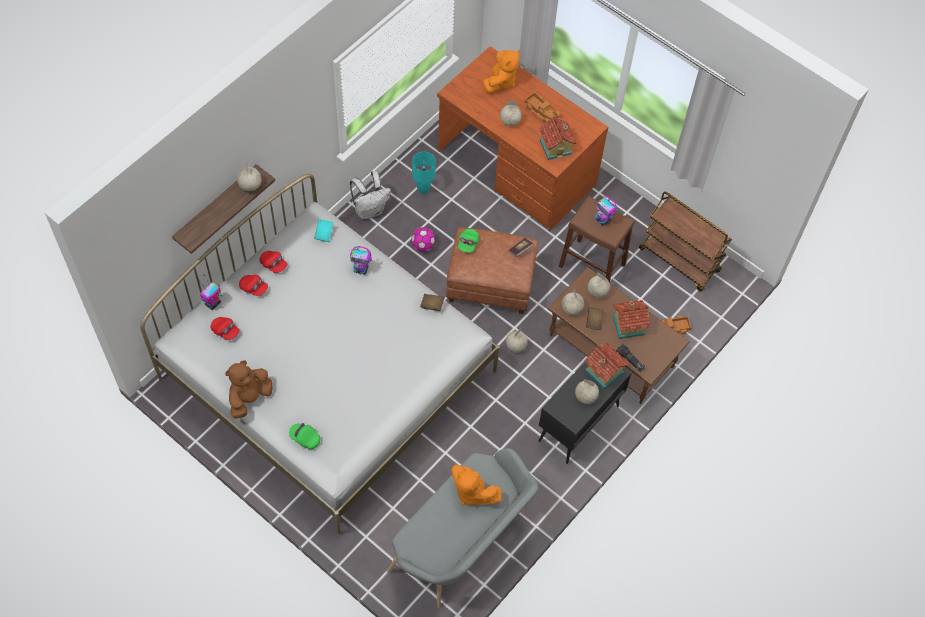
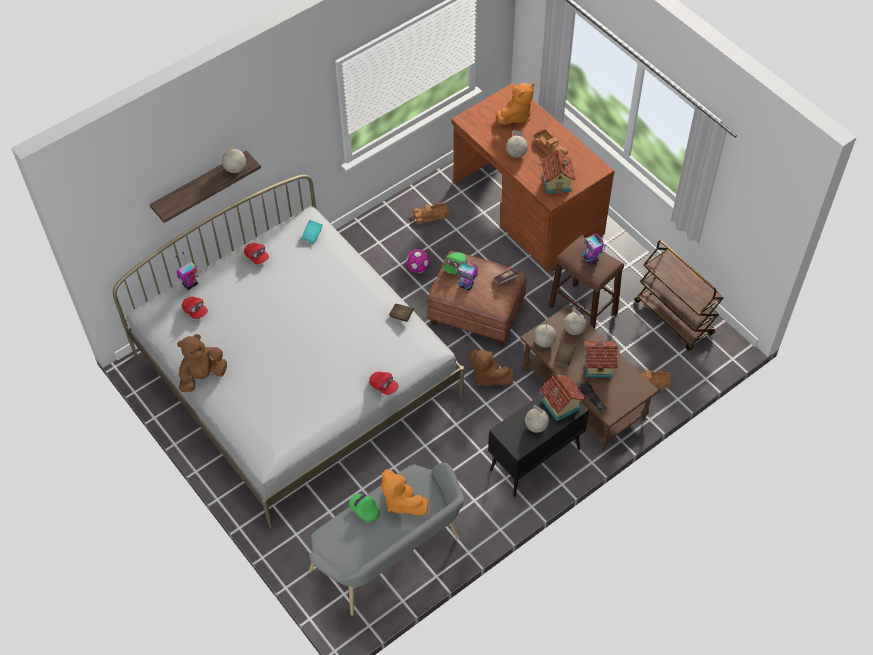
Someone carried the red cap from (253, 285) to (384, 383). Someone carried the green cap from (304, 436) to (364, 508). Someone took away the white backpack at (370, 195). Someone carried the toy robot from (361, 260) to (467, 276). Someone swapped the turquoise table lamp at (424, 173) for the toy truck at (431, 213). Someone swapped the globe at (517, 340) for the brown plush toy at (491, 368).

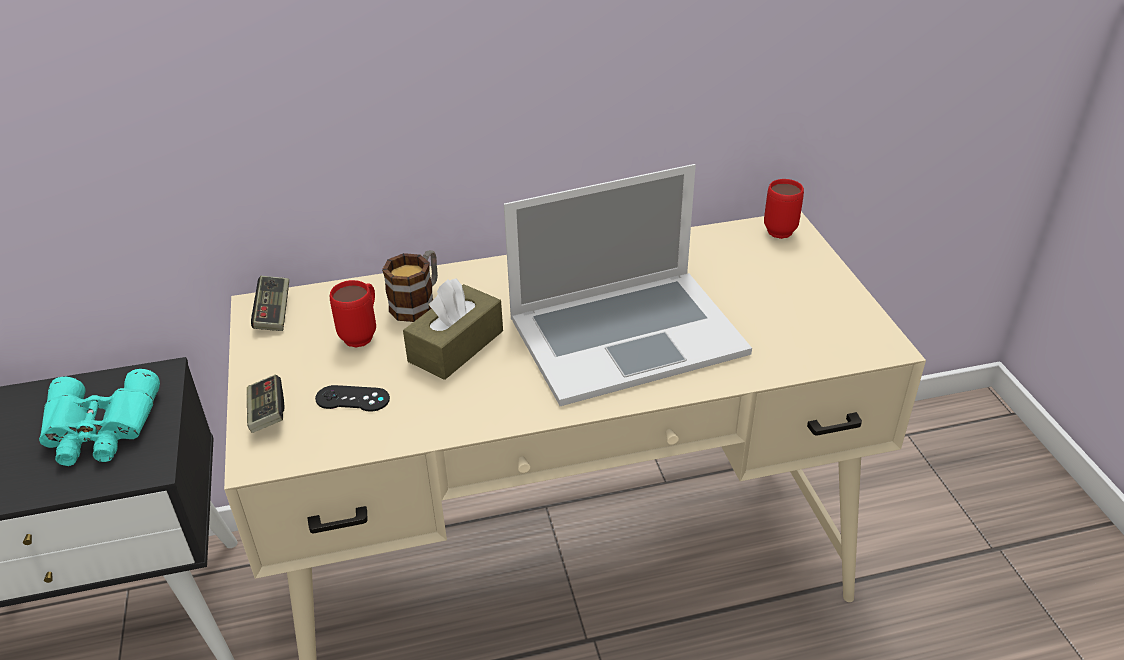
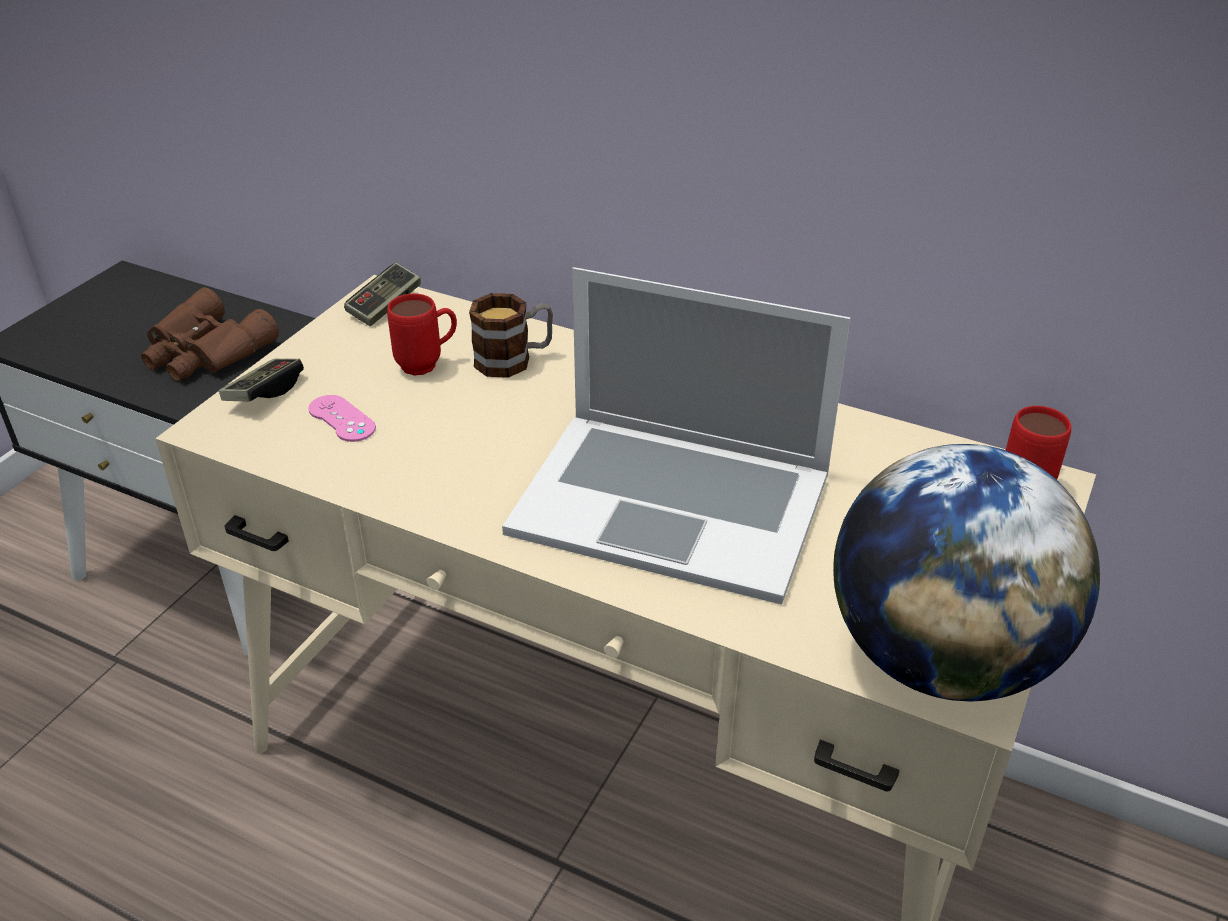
Someone repainted the turquoise binoculars at (99, 417), which became the brown binoculars at (210, 334). Someone repainted the black game controller at (352, 398), which became the pink game controller at (342, 418). Someone took away the brown tissue box at (453, 329). Someone put down the globe at (966, 572).

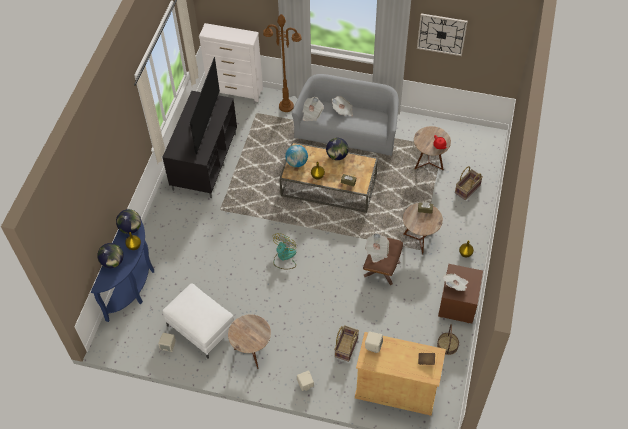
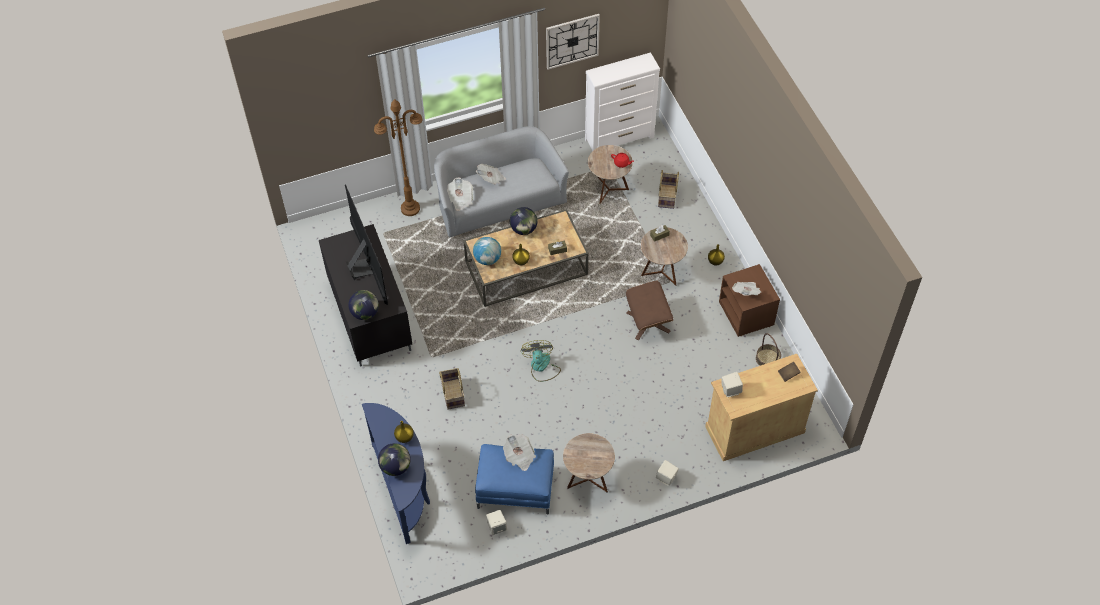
Someone carried the globe from (128, 221) to (363, 305). Someone repainted the white ottoman at (198, 321), which became the blue ottoman at (514, 479). Someone carried the white dresser from (231, 62) to (622, 101). Someone carried the basket from (346, 343) to (452, 389). Someone carried the newspaper from (377, 248) to (519, 452).

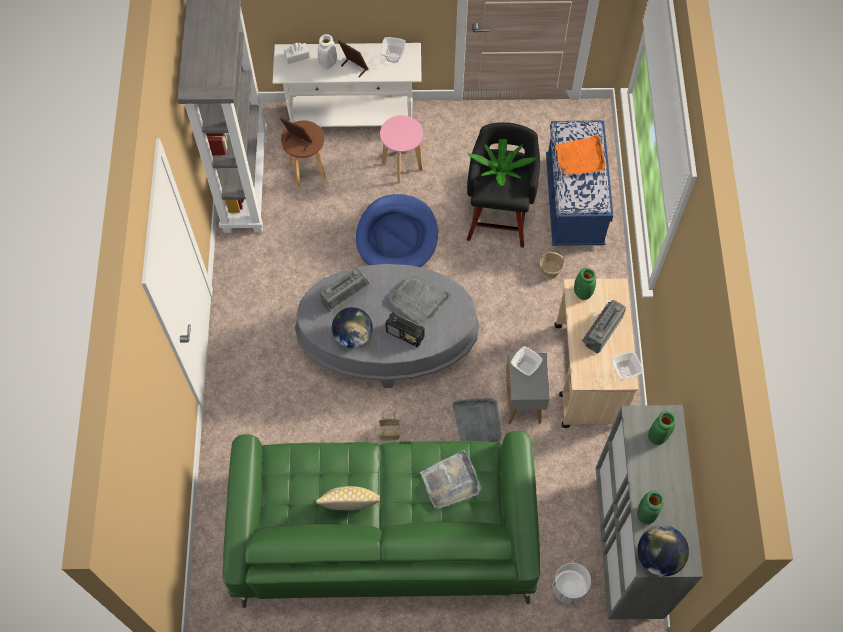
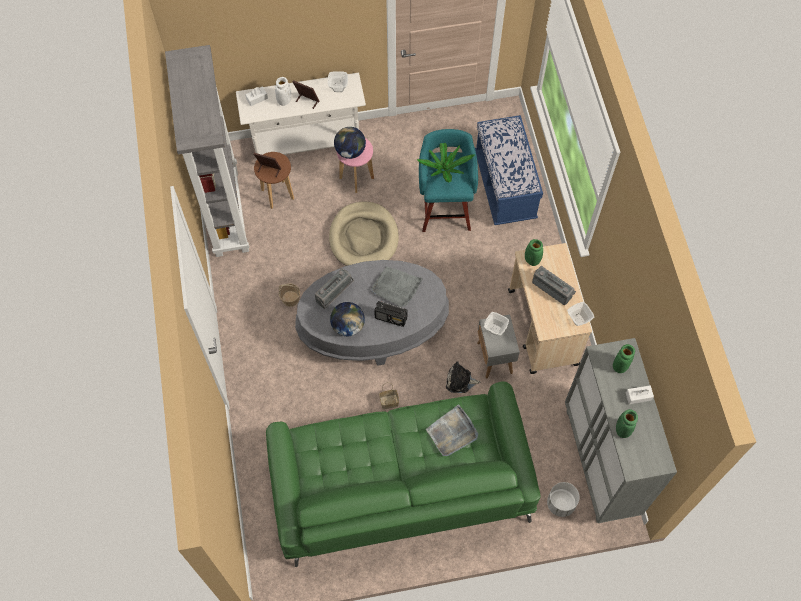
Someone took away the pillow at (348, 498). Someone repainted the blue dog bed at (397, 230), which became the beige dog bed at (364, 234). Someone swapped the grey tray at (477, 420) for the plush toy at (463, 377). Someone repainted the black stool at (503, 185), which became the turquoise stool at (448, 180). Someone carried the basket from (552, 265) to (289, 295). Someone took away the orange tray at (580, 155). Someone rotated the radio at (604, 326) by 105 degrees clockwise. Someone carried the globe from (663, 550) to (350, 143). Someone put down the white tissue box at (640, 394).

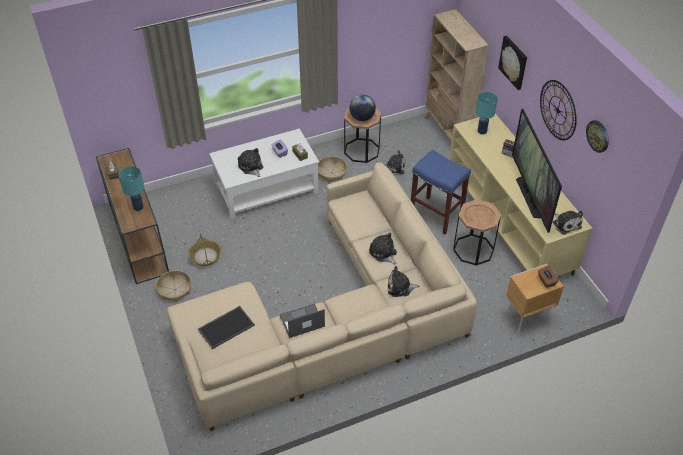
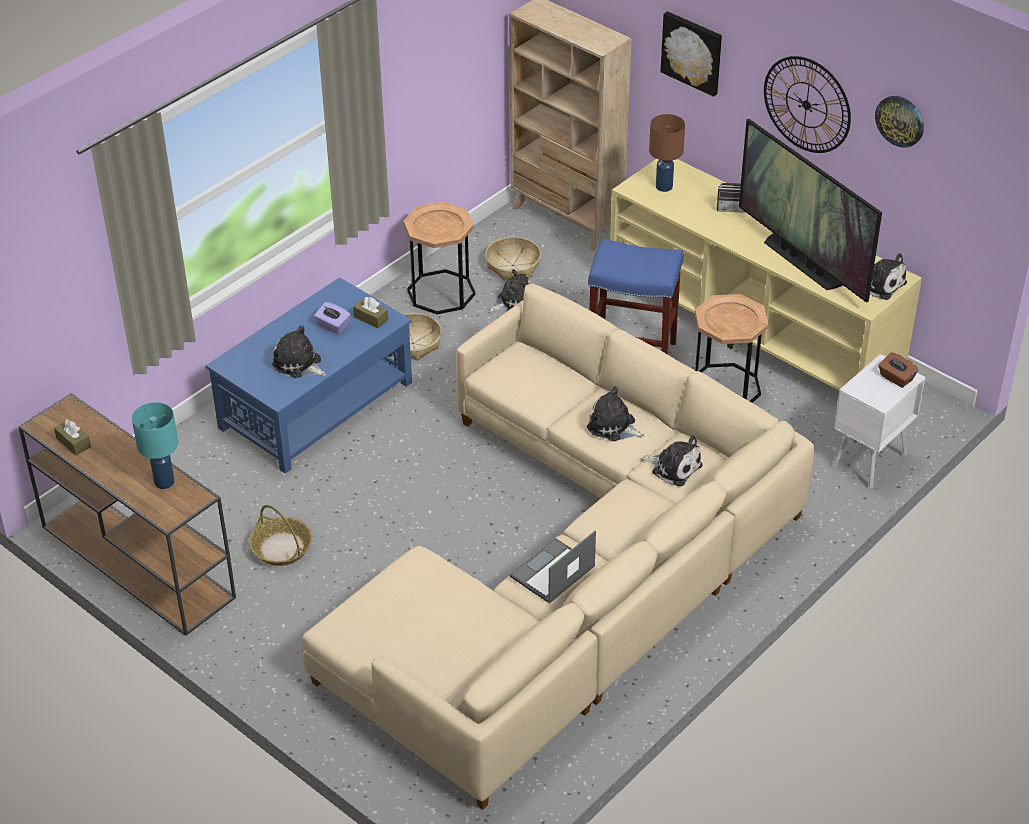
Someone carried the basket from (173, 286) to (513, 258). Someone took away the tray at (226, 327). Someone repainted the white coffee table at (264, 174), which became the blue coffee table at (309, 375). Someone took away the globe at (362, 108). Someone rotated the plush toy at (404, 281) by 120 degrees counterclockwise. Someone repainted the turquoise table lamp at (487, 113), which became the brown table lamp at (667, 153). Someone repainted the brown nightstand at (534, 299), which became the white nightstand at (879, 421).

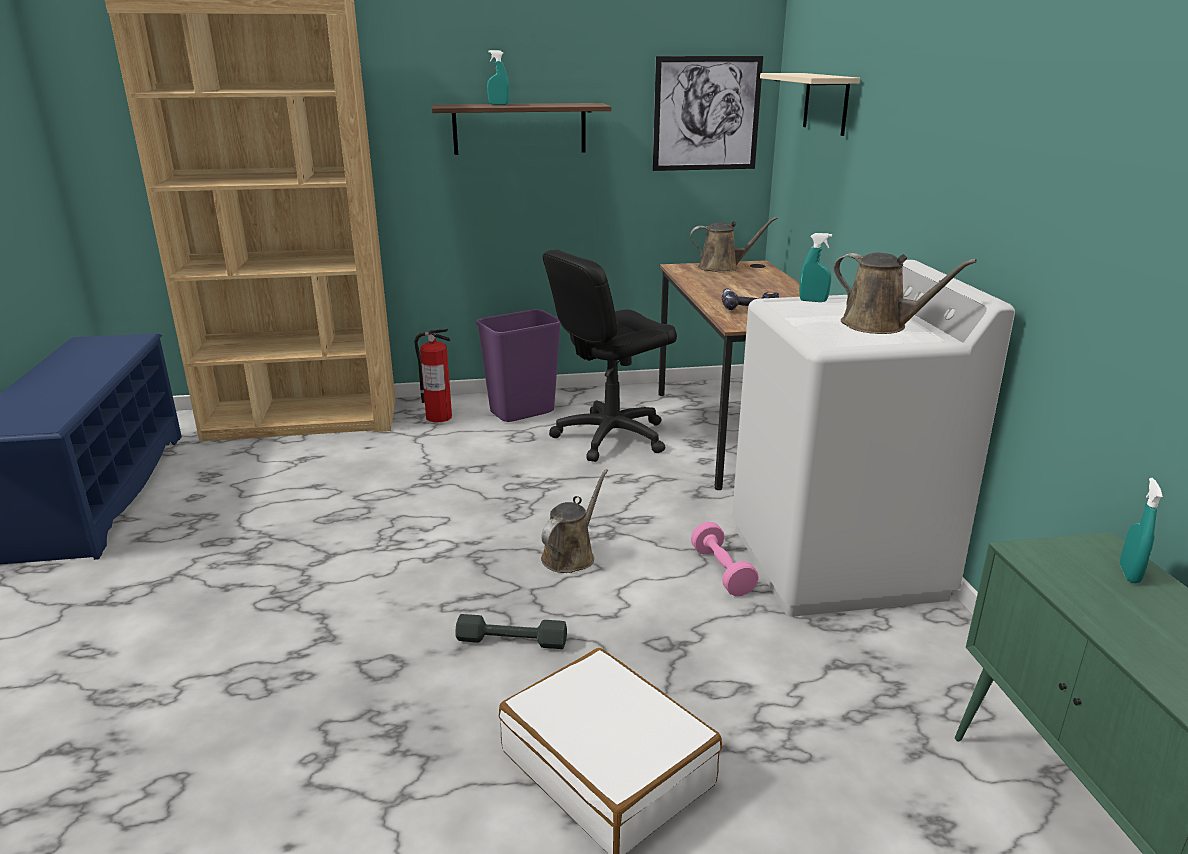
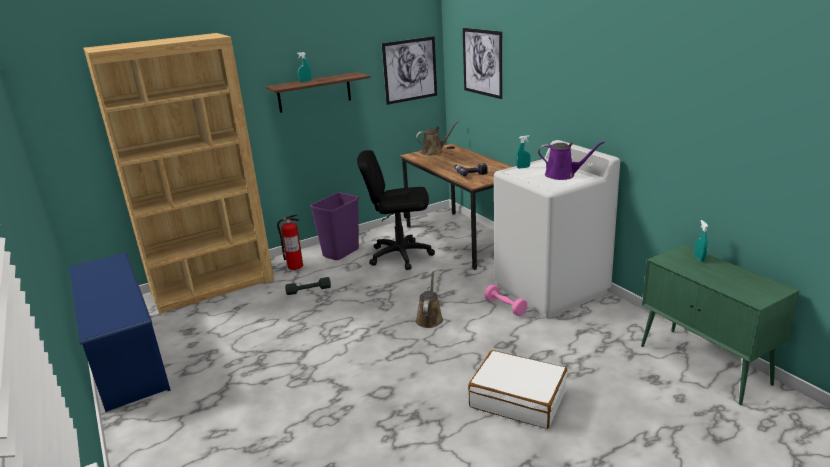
Someone carried the grey dumbbell from (511, 631) to (308, 286). Someone rotated the black office chair at (610, 356) by 60 degrees clockwise. Someone swapped the beige shelf at (810, 104) for the picture at (482, 63). Someone repainted the brown watering can at (905, 293), which became the purple watering can at (571, 160).

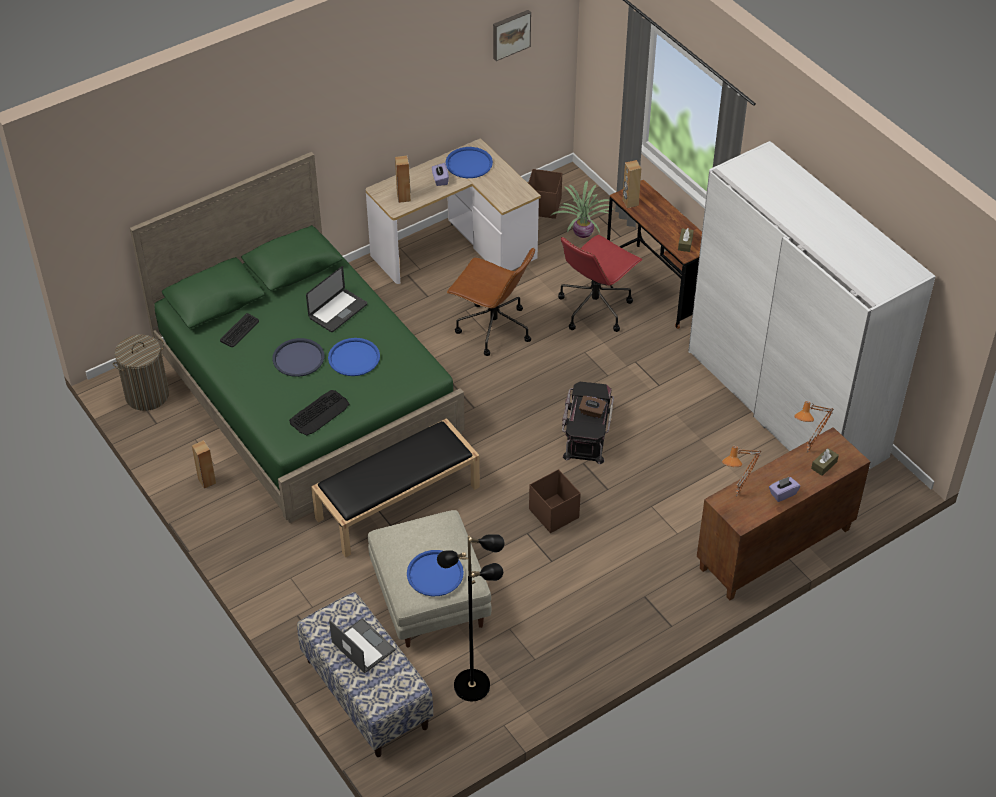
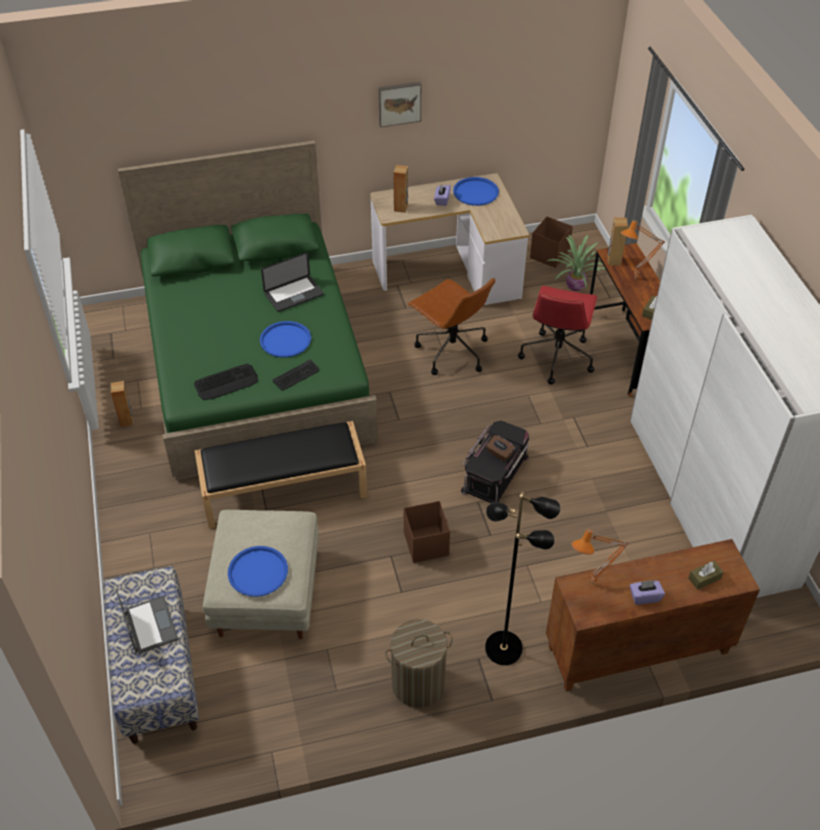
Someone carried the laundry basket from (141, 372) to (419, 663). Someone carried the keyboard from (239, 330) to (296, 375). Someone took away the blue tray at (298, 357). Someone carried the black floor lamp from (471, 617) to (522, 578). Someone carried the picture from (512, 35) to (399, 104). Someone rotated the red office chair at (600, 283) by 45 degrees counterclockwise. Someone carried the orange table lamp from (814, 427) to (643, 249).

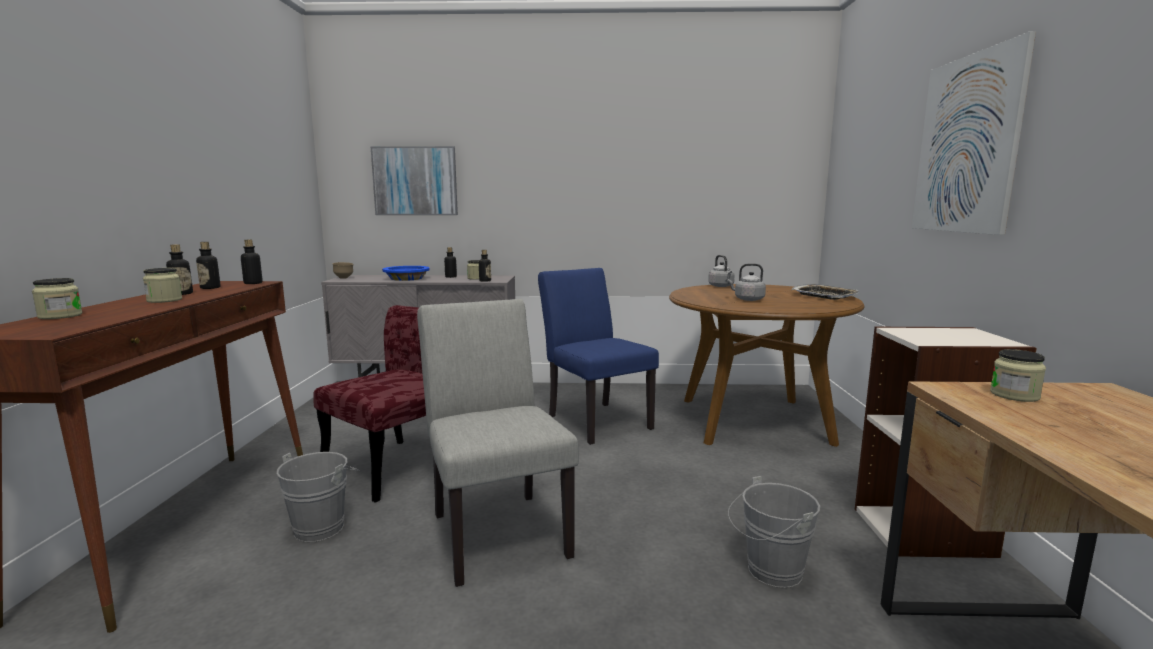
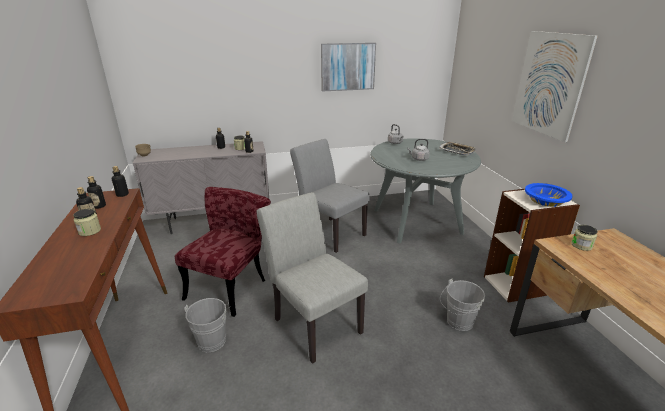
Someone took away the jar at (57, 298). Someone carried the picture from (414, 180) to (348, 67). Someone carried the blue bowl from (406, 273) to (548, 195). Someone repainted the blue chair at (598, 356), which became the grey chair at (330, 196). Someone repainted the brown dining table at (766, 365), which became the grey dining table at (425, 190).

